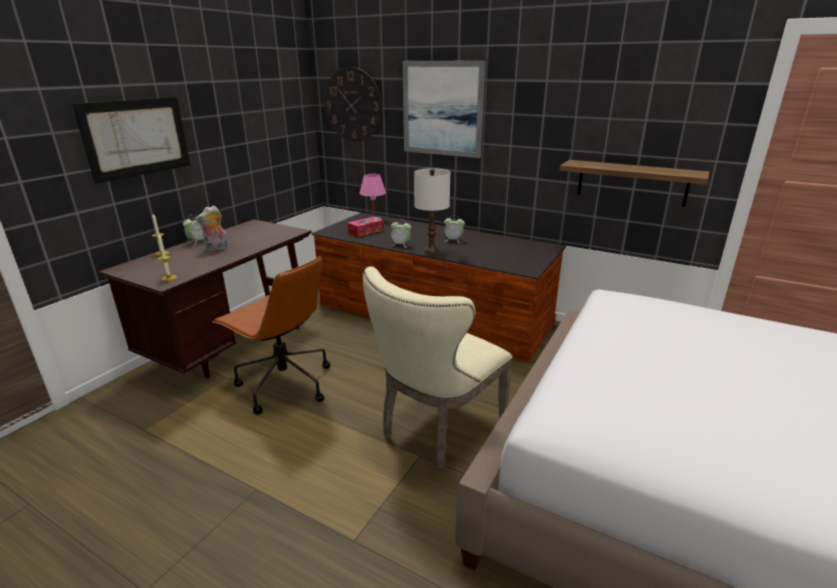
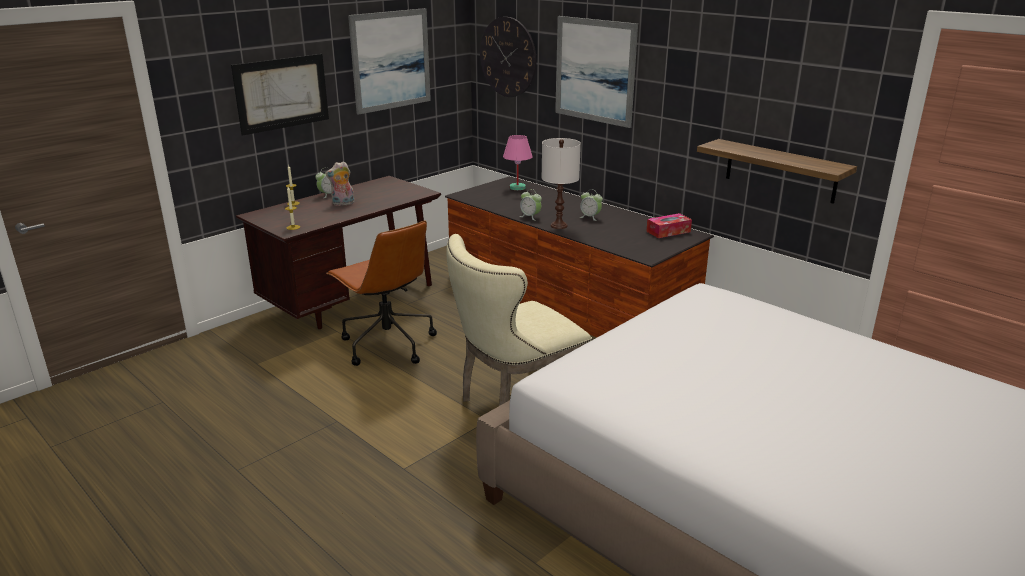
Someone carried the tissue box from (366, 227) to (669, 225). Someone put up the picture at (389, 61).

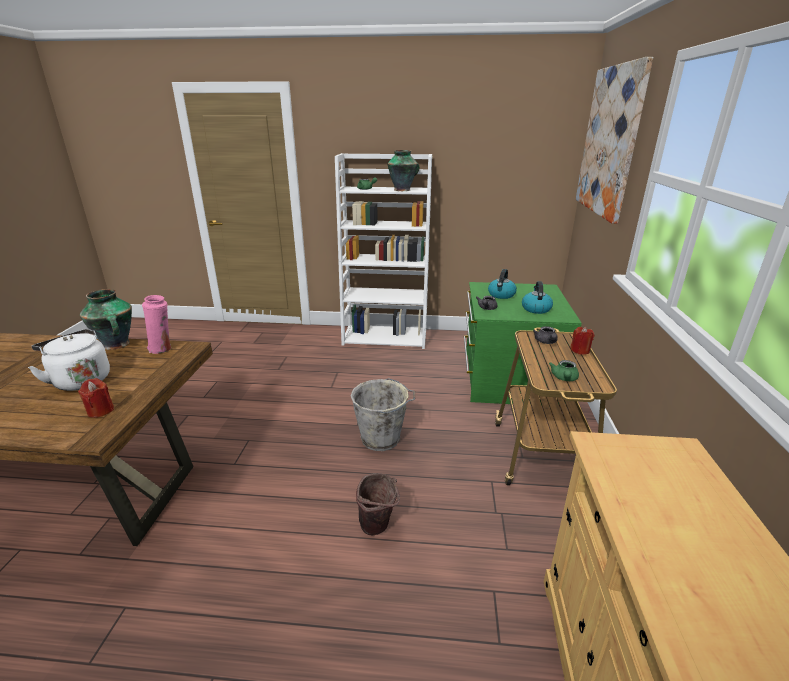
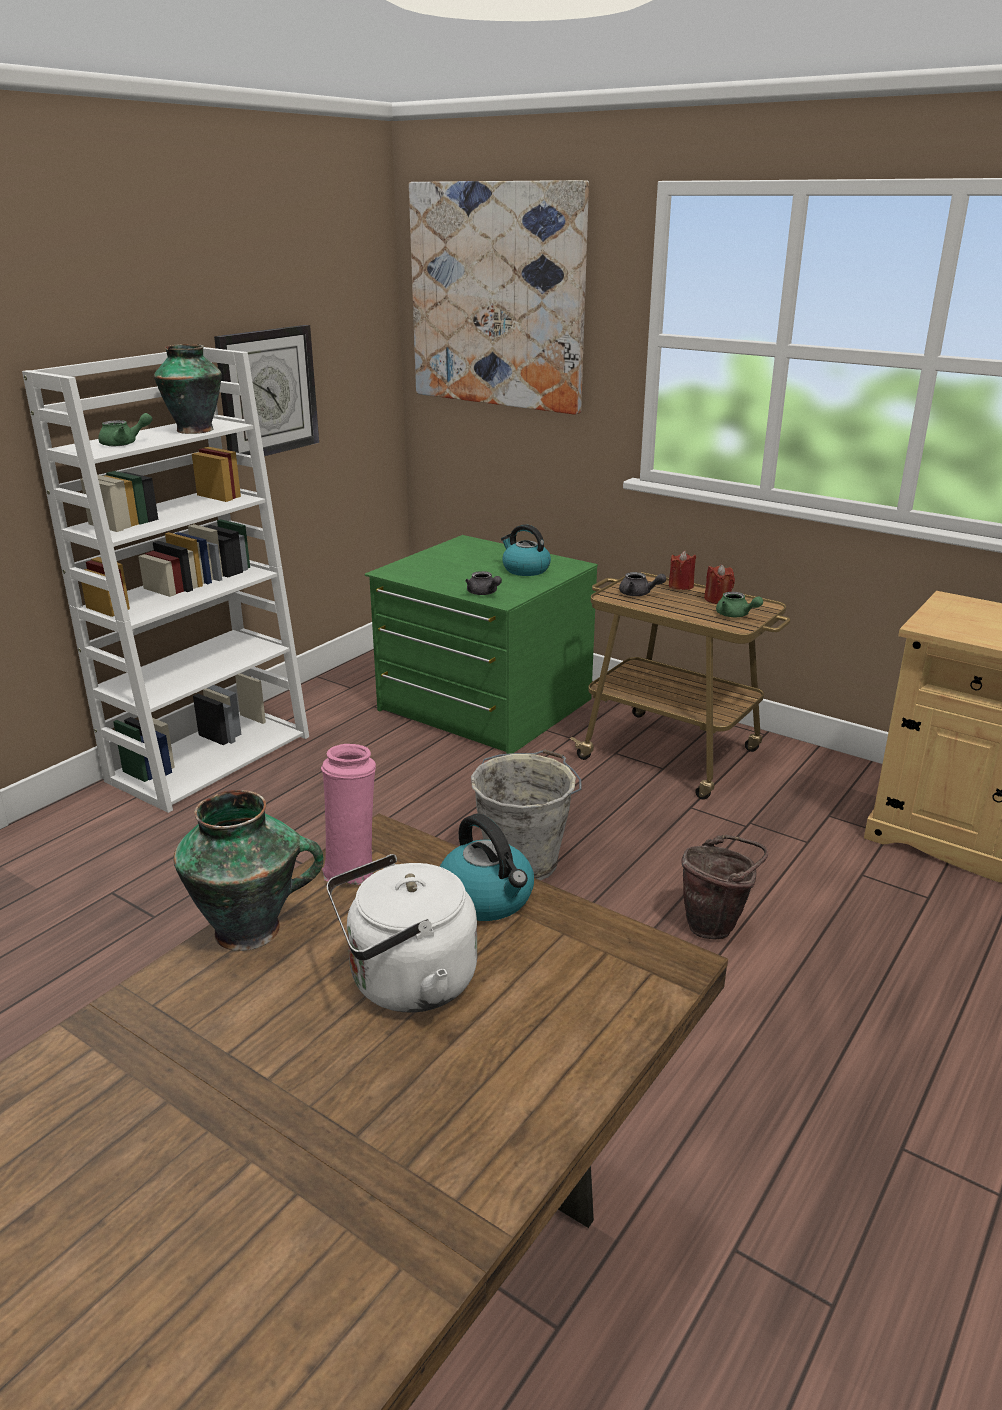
Someone carried the red candle from (96, 398) to (719, 584). Someone carried the kettle from (502, 284) to (487, 867). Someone put up the wall clock at (266, 390).

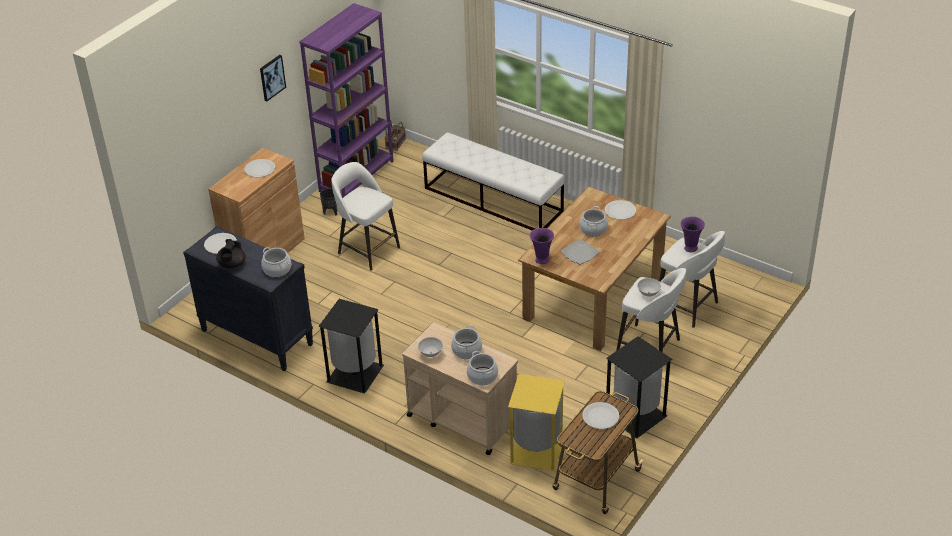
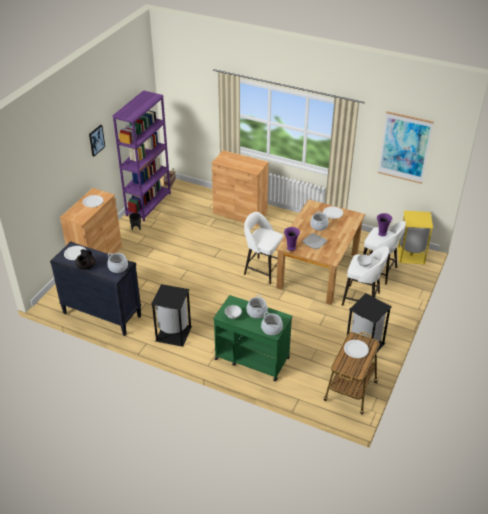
Someone carried the white stool from (365, 216) to (263, 248). Someone repainted the beige cart at (460, 388), which became the green cart at (253, 338). Someone swapped the white bench at (493, 181) for the brown cabinet at (240, 188). Someone carried the yellow trash can from (536, 422) to (415, 237). Someone put up the picture at (406, 147).

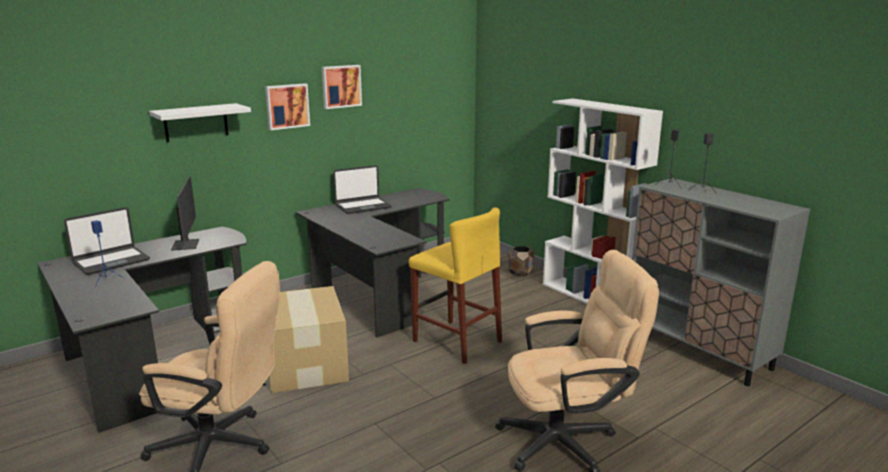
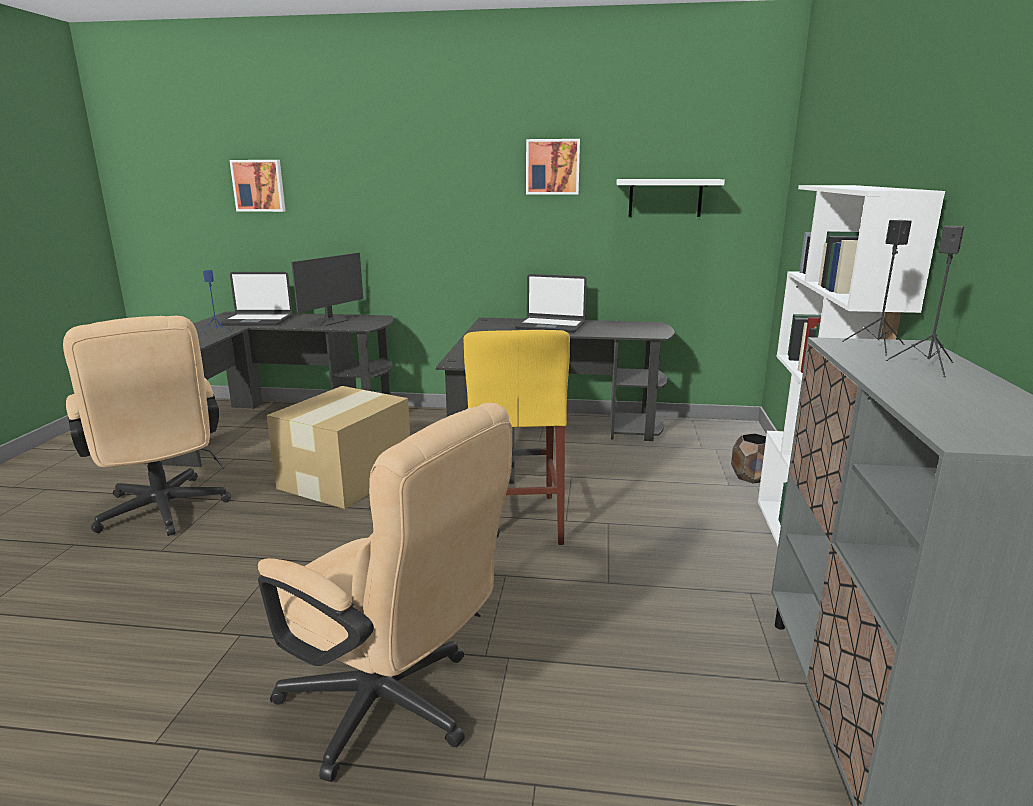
Someone carried the white shelf from (200, 122) to (670, 198). Someone carried the picture from (287, 106) to (257, 186).

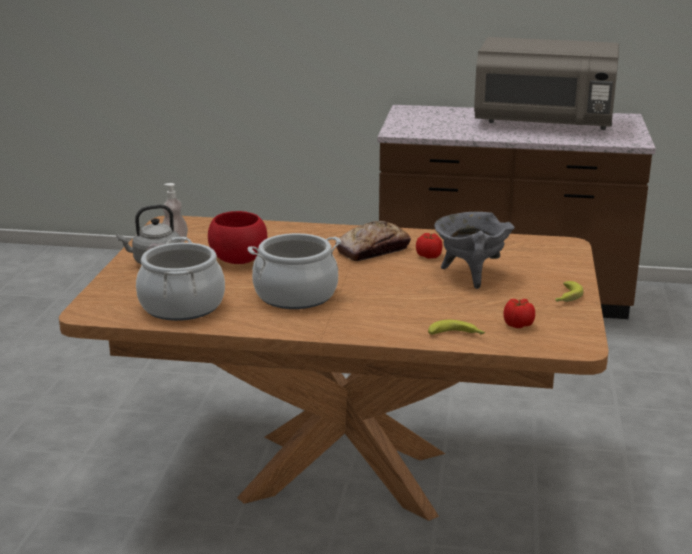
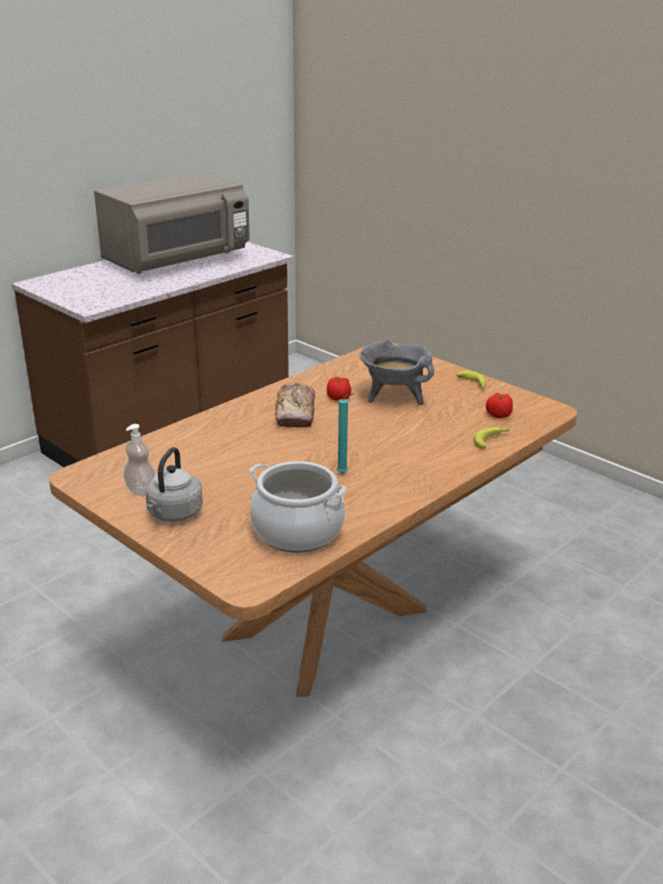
Someone took away the red bowl at (237, 237). Someone swapped the cooking pot at (294, 271) for the turquoise candle at (345, 433).

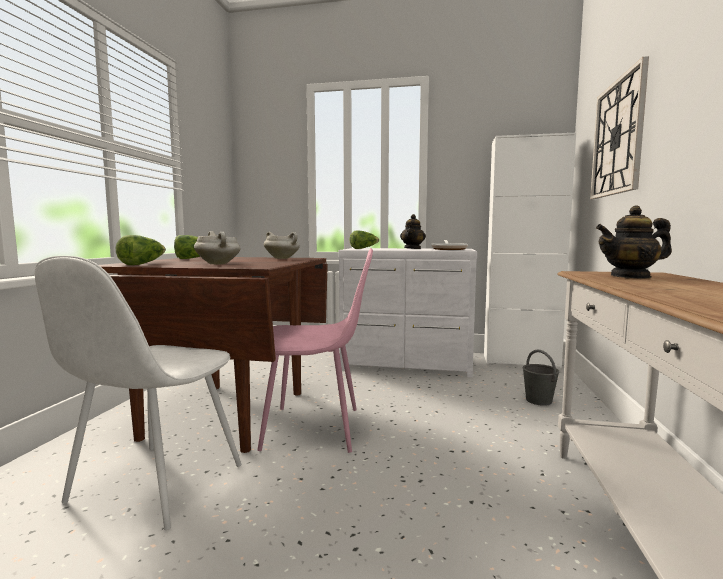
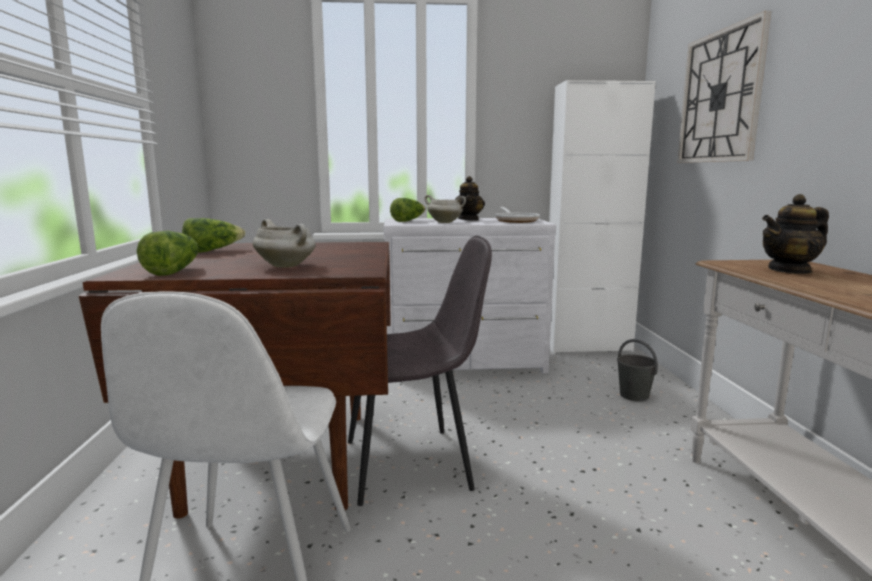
Someone repainted the pink chair at (315, 350), which became the grey chair at (420, 370). Someone carried the white cooking pot from (282, 245) to (445, 209).

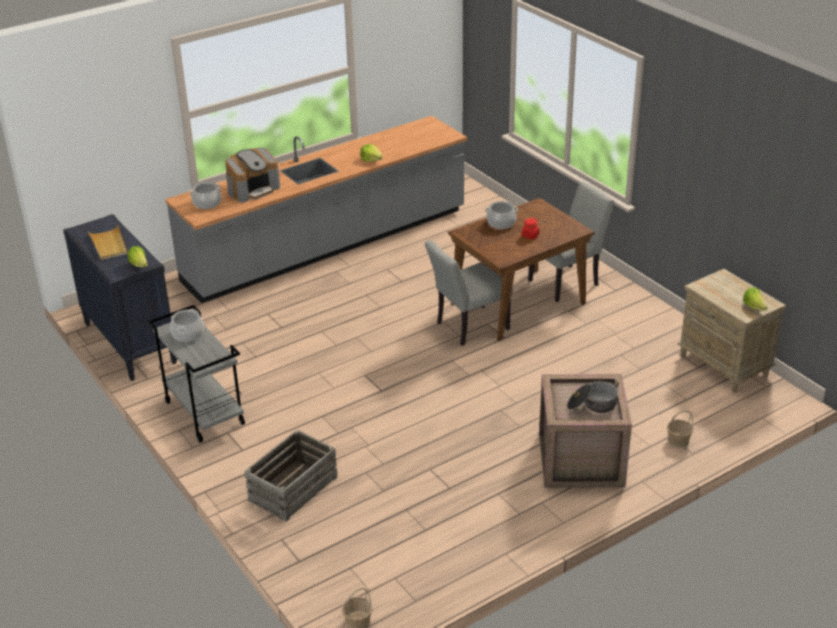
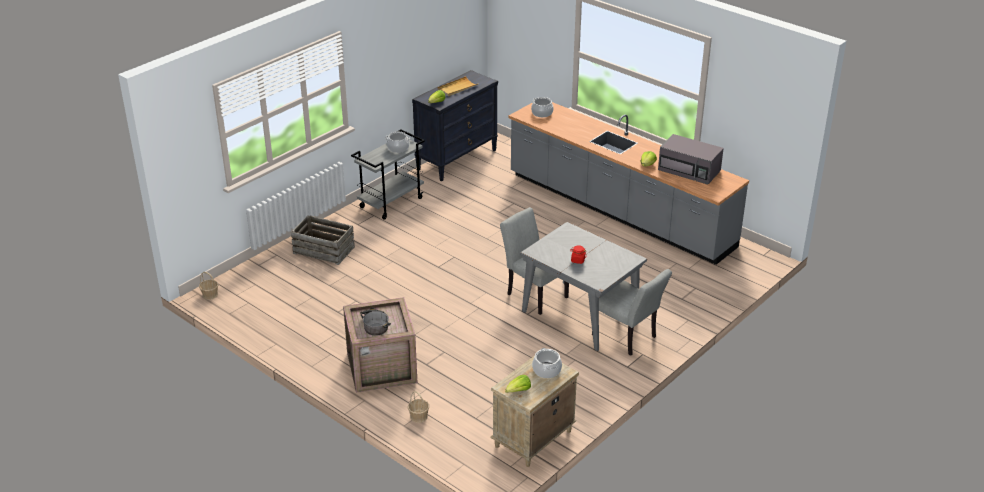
Someone took away the coffee machine at (252, 175). Someone repainted the brown dining table at (521, 269), which became the grey dining table at (583, 286). Someone carried the cooking pot from (501, 215) to (547, 363). Someone put down the grey microwave at (691, 159).

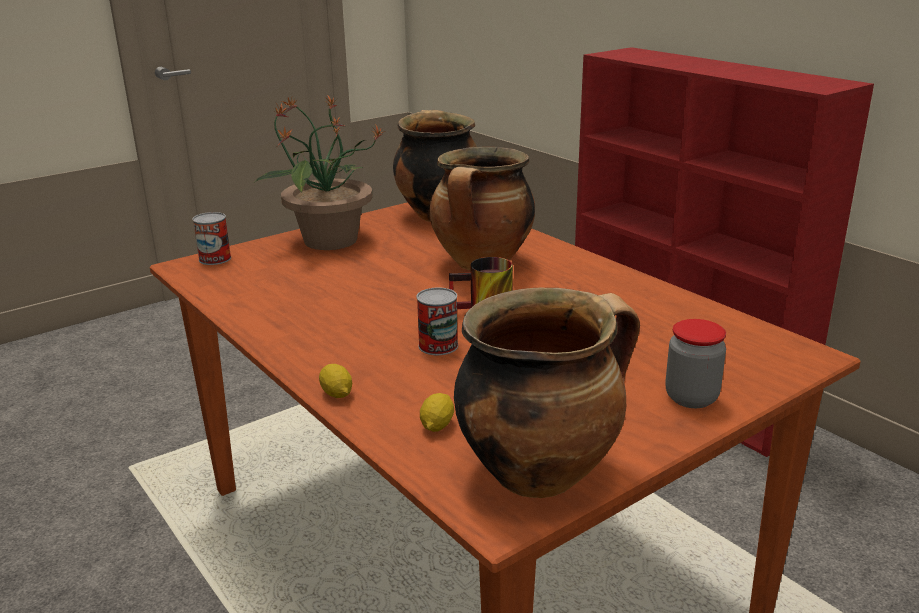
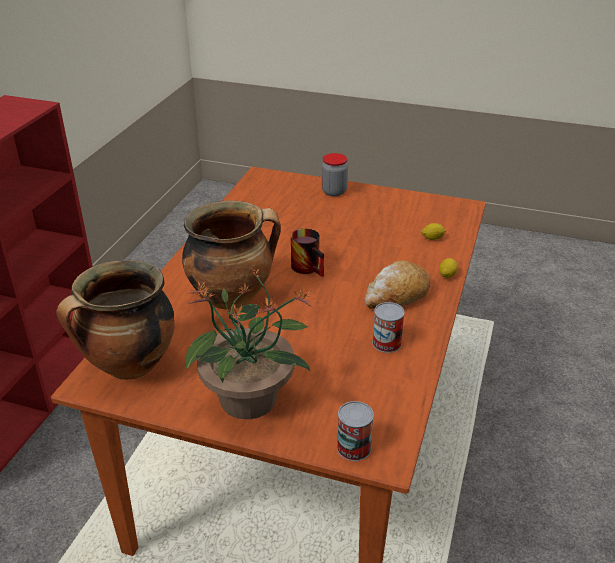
Someone carried the can from (437, 321) to (388, 327). Someone took away the cooking pot at (547, 392). Someone put down the bread at (397, 284).

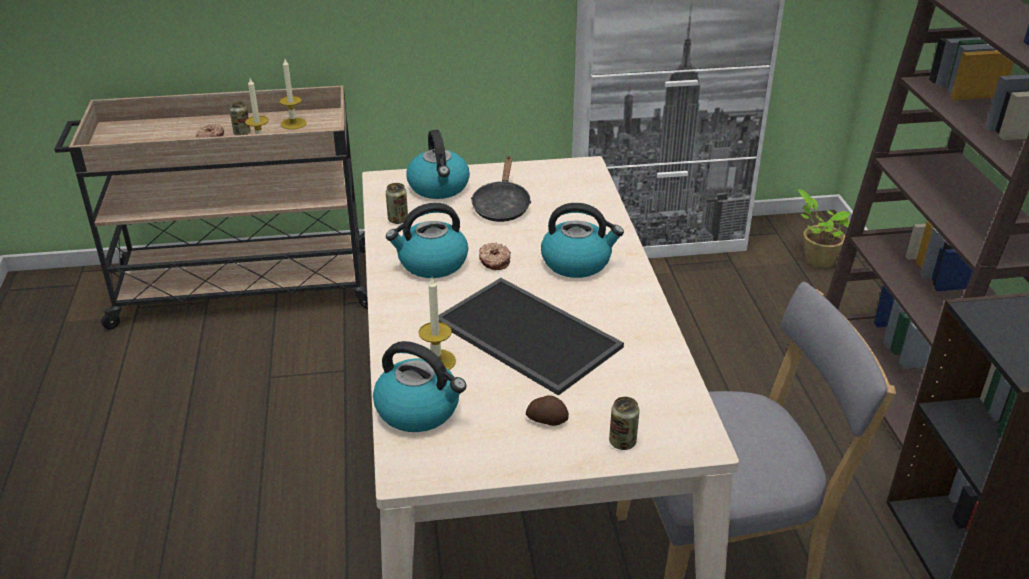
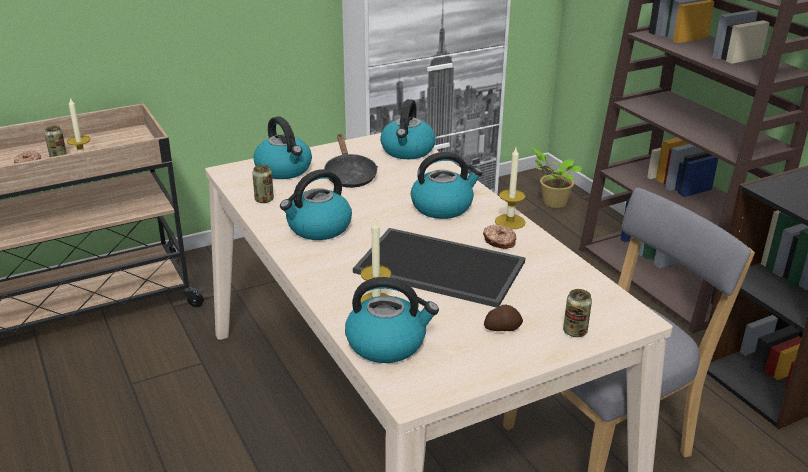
Someone carried the candle from (293, 94) to (510, 188). Someone carried the donut from (495, 256) to (499, 236). Someone put down the kettle at (408, 129).

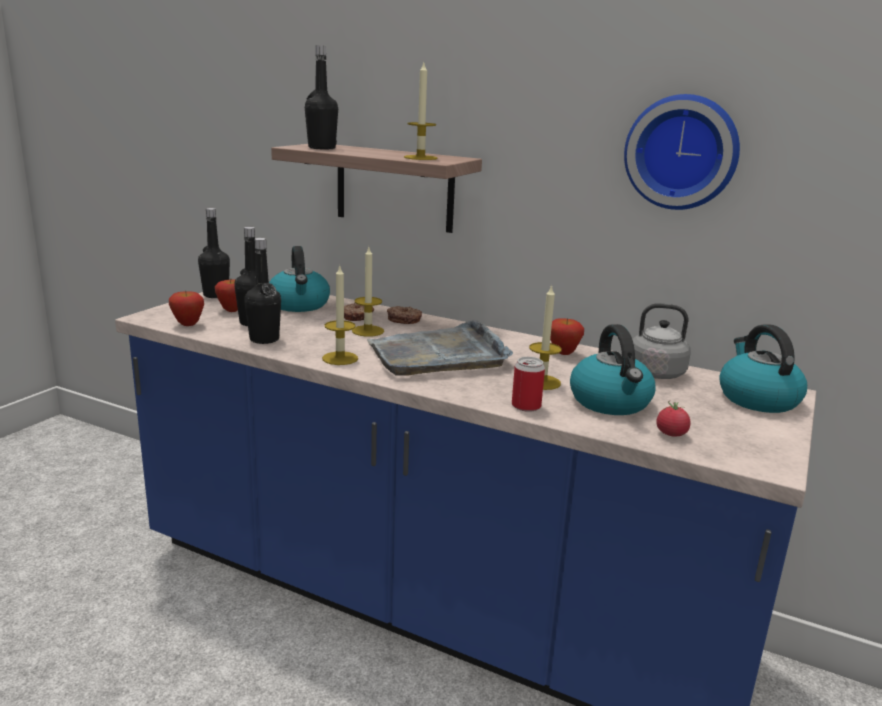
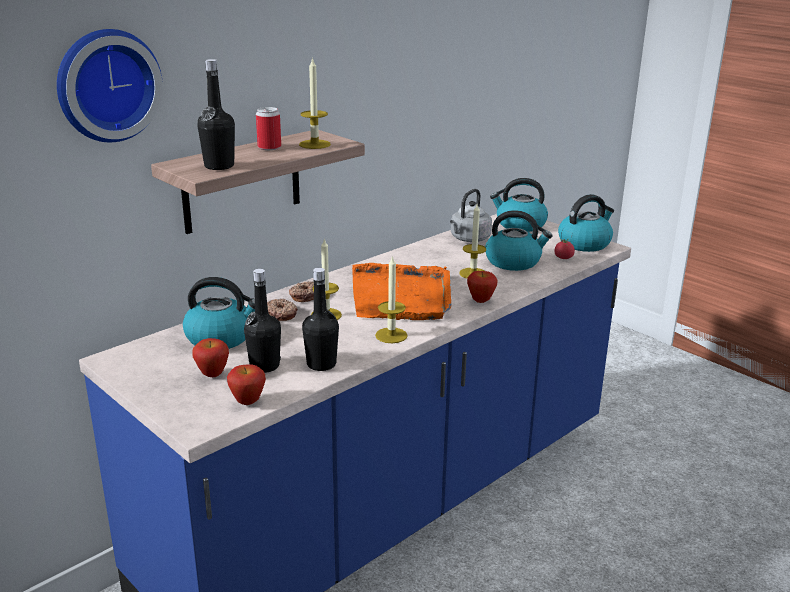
Someone took away the black bottle at (214, 253). Someone repainted the grey tray at (440, 348), which became the orange tray at (401, 291). Someone carried the can from (528, 384) to (268, 128). Someone carried the apple from (567, 336) to (482, 287). Someone carried the wall clock from (682, 152) to (110, 85). Someone put down the kettle at (586, 223).

